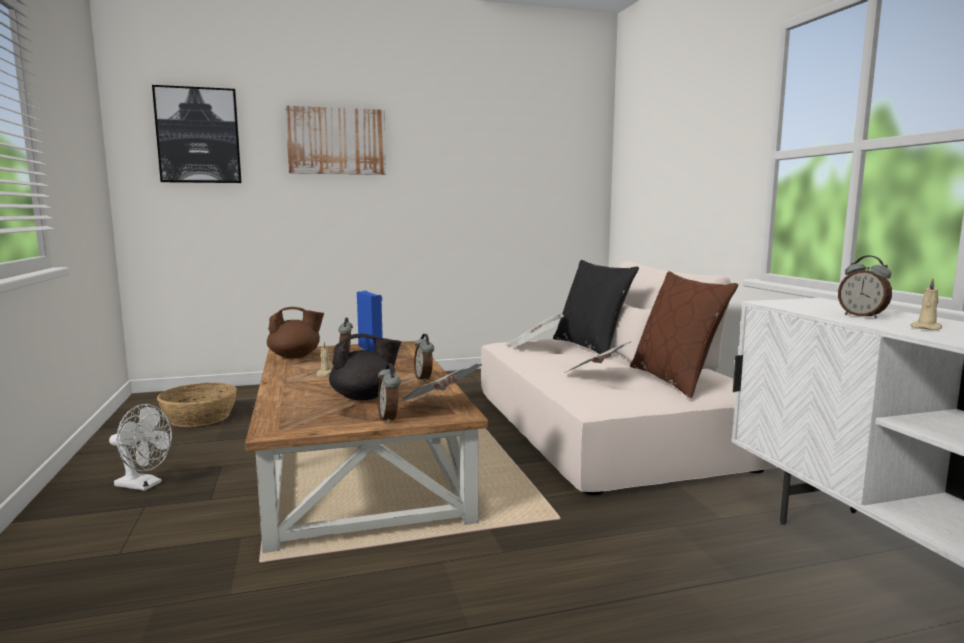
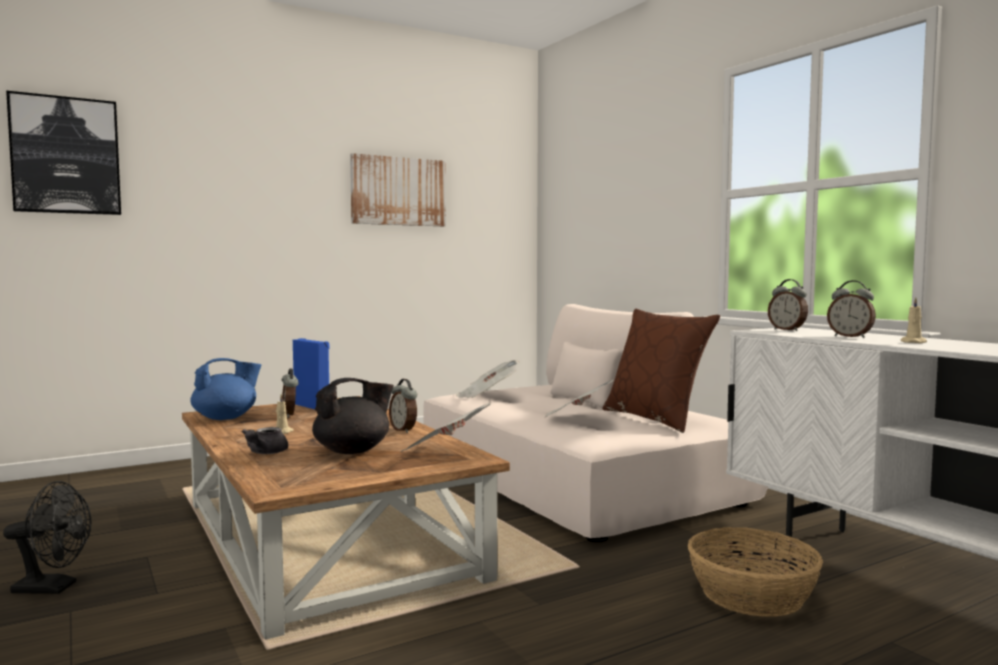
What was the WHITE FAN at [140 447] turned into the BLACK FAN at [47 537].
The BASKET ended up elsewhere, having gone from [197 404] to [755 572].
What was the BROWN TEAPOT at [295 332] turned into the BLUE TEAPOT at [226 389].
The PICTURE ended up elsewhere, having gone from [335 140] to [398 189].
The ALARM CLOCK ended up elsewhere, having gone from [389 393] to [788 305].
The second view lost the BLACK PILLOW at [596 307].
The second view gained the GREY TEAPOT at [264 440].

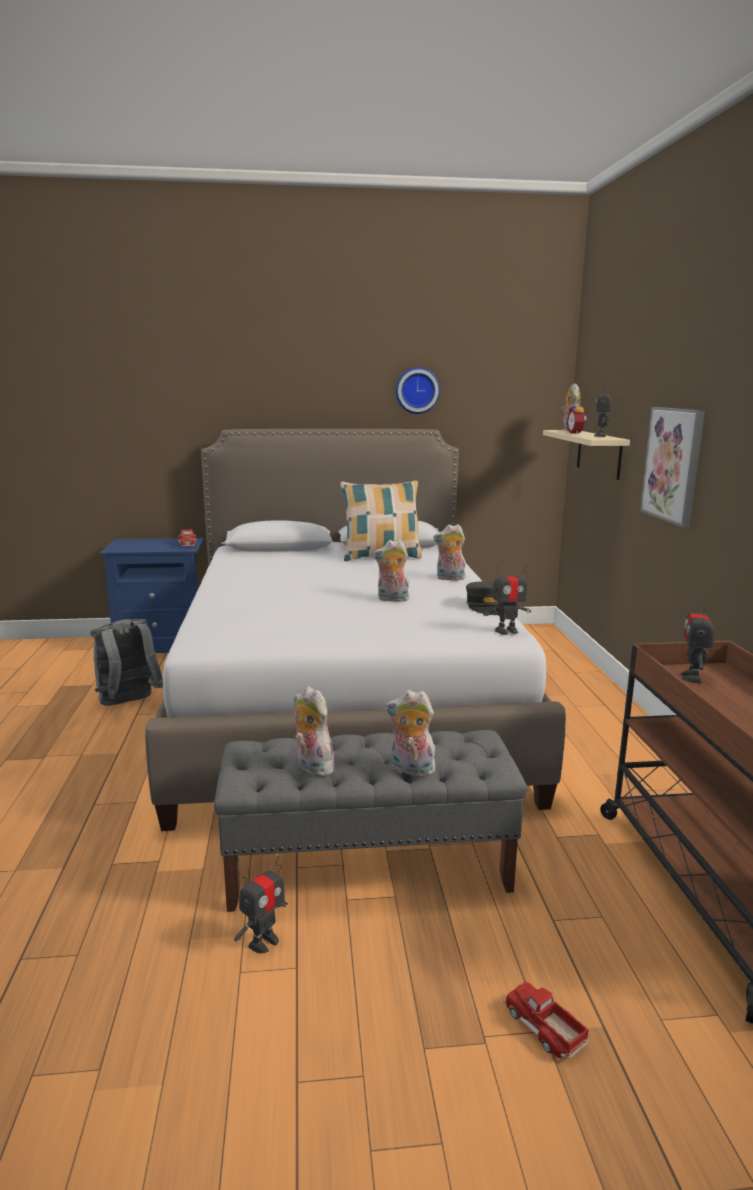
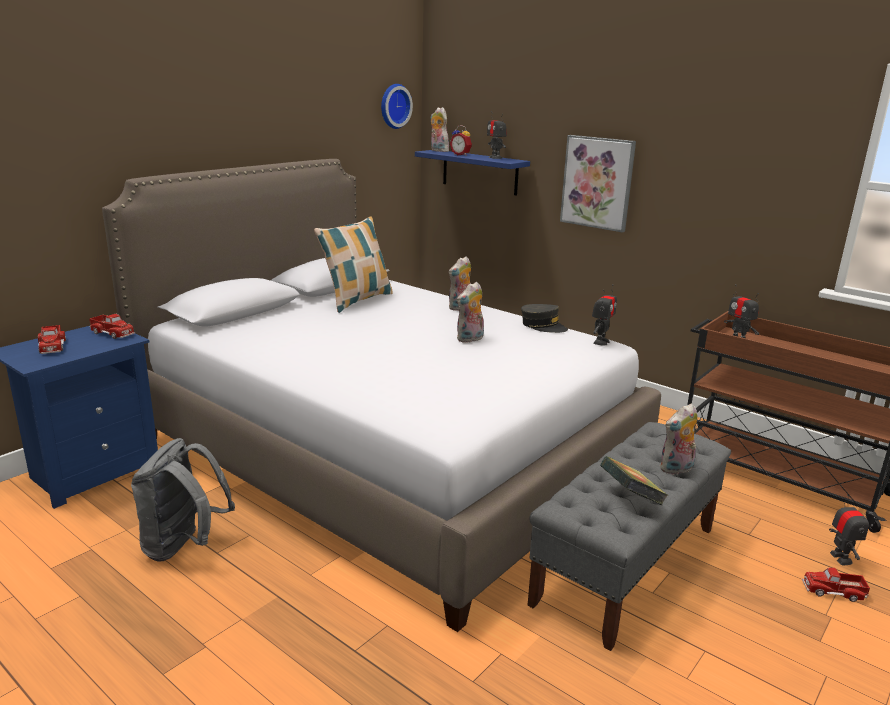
The TOY ROBOT ended up elsewhere, having gone from [261 905] to [849 530].
Where the PLUSH TOY stood at [314 731], the BOOK came to stand at [634 480].
The WALL CLOCK ended up elsewhere, having gone from [417 390] to [397 106].
What was the BEIGE SHELF at [586 455] turned into the BLUE SHELF at [472 173].
The second view gained the TOY TRUCK at [52 339].

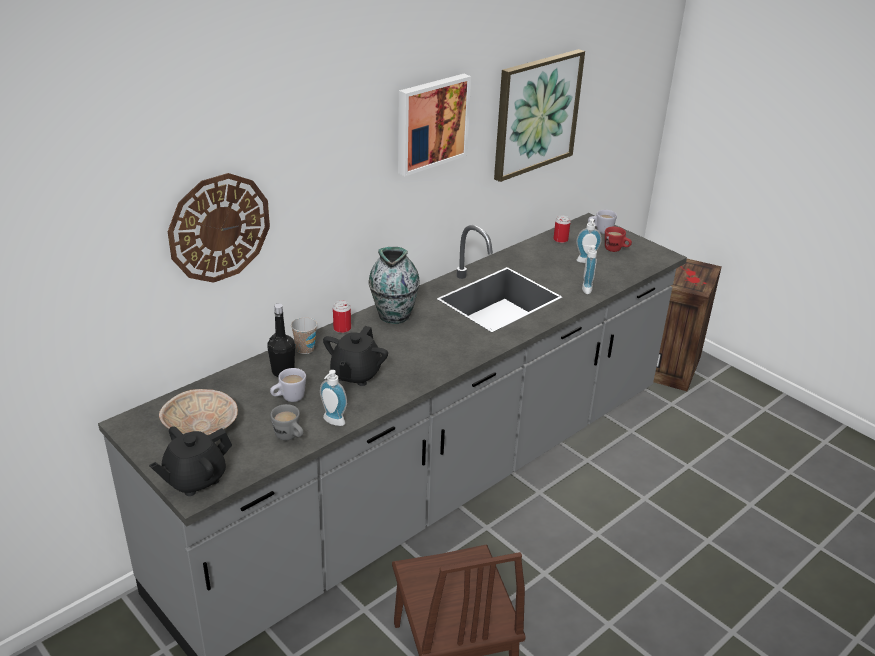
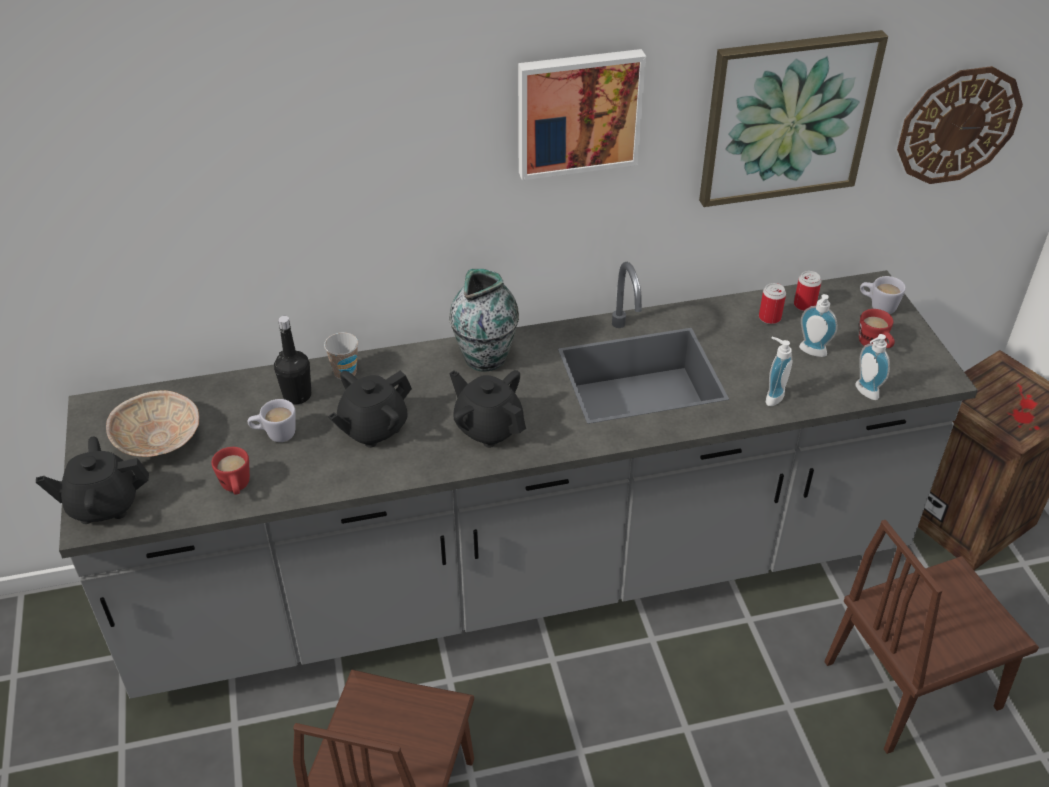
The WALL CLOCK ended up elsewhere, having gone from [219 228] to [960 125].
What was the GREY MUG at [286 422] turned into the RED MUG at [230 471].
The SOAP DISPENSER ended up elsewhere, having gone from [333 398] to [872 367].
The CAN ended up elsewhere, having gone from [342 317] to [772 303].
The second view gained the BLACK TEAPOT at [488 409].
The second view gained the BROWN CHAIR at [932 637].

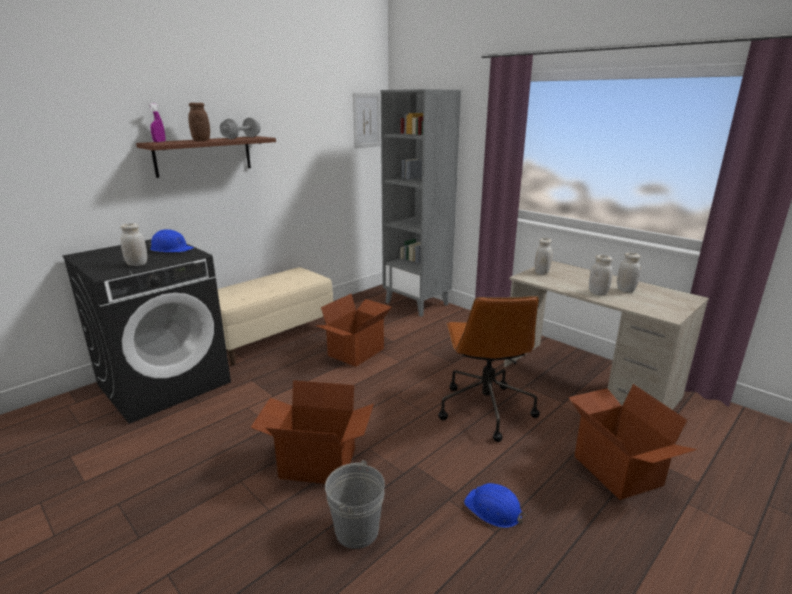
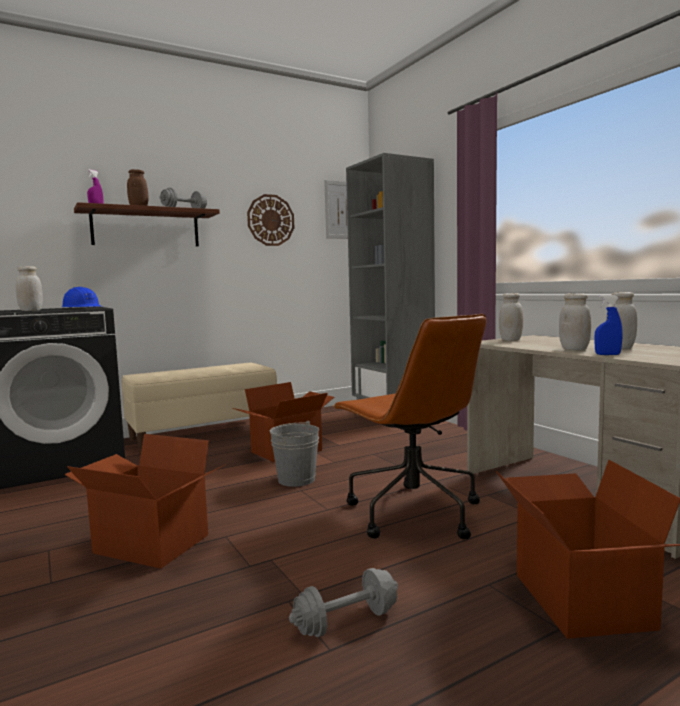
The GREY BUCKET ended up elsewhere, having gone from [355 504] to [294 454].
The BROWN OFFICE CHAIR at [489 369] ended up facing another way, 45 degrees counterclockwise from before.
Where the BLUE HARD HAT stood at [495 505], the GREY DUMBBELL came to stand at [343 602].
The second view gained the WALL CLOCK at [271 220].
The second view gained the BLUE SPRAY BOTTLE at [608 325].

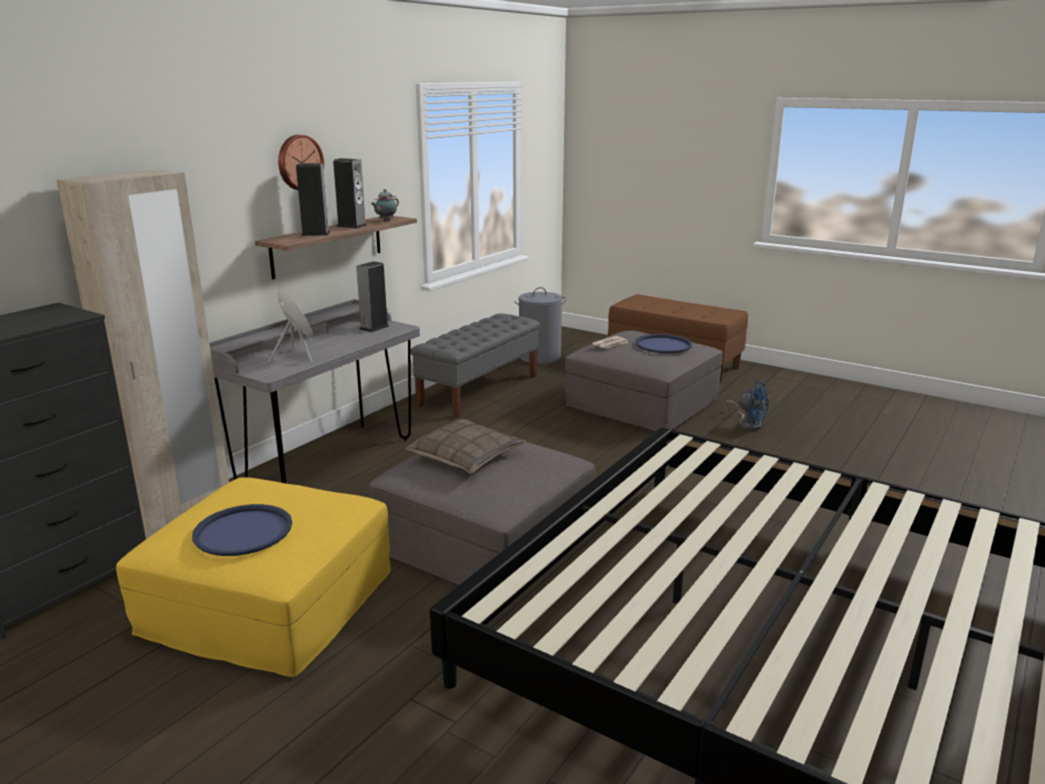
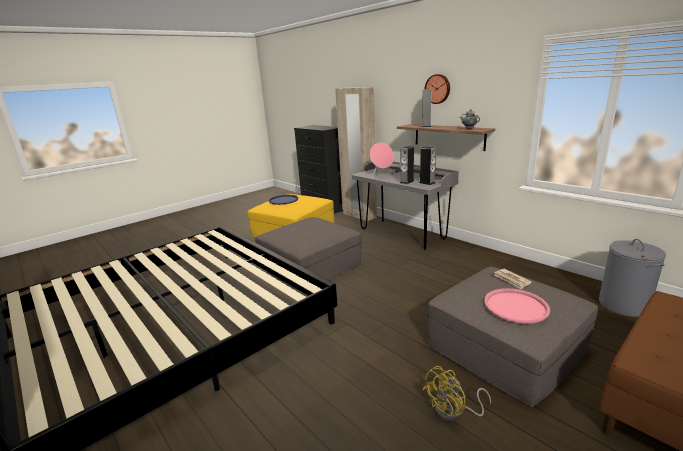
The SPEAKER ended up elsewhere, having gone from [350 193] to [407 165].
The second view lost the PILLOW at [465 446].
The second view lost the GREY BENCH at [475 365].
What was the BLUE TRAY at [663 343] turned into the PINK TRAY at [517 306].
What was the BLUE FAN at [746 406] turned into the YELLOW FAN at [456 393].

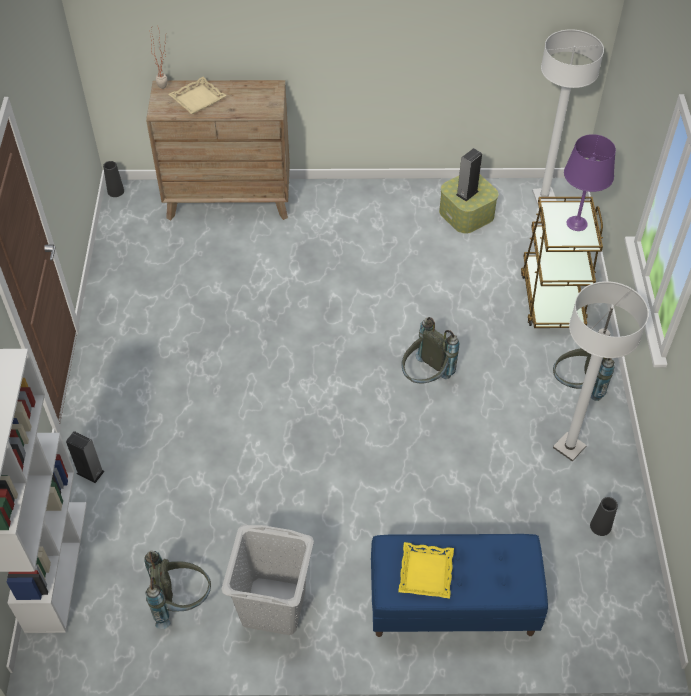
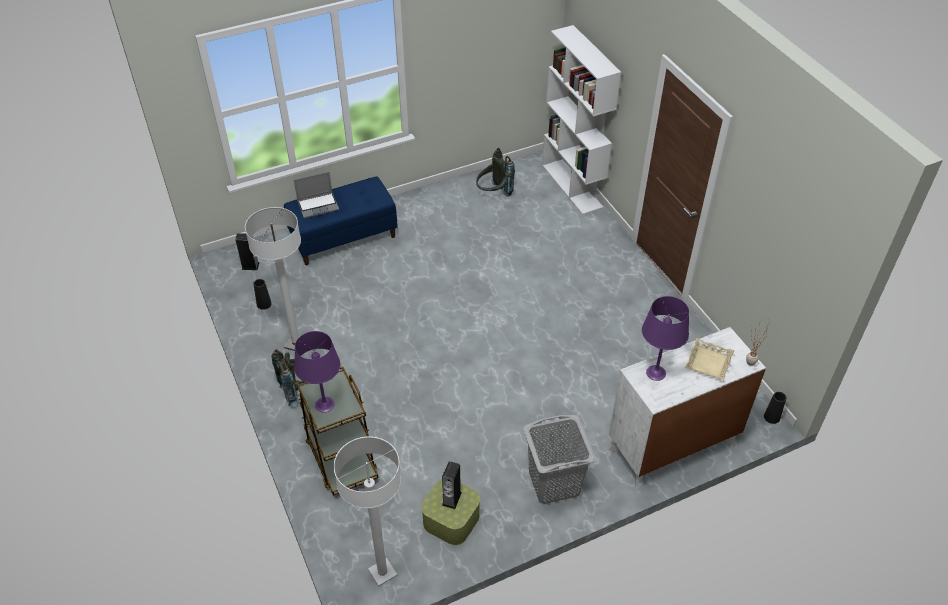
The SPEAKER ended up elsewhere, having gone from [85 457] to [247 251].
What was the BROWN DRESSER at [218 150] turned into the WHITE DRESSER at [687 408].
The GREY LAUNDRY BASKET ended up elsewhere, having gone from [268 579] to [559 459].
The second view lost the YELLOW TRAY at [426 570].
The second view lost the GREY BACKPACK at [430 350].
The second view gained the LAPTOP at [316 195].
The second view gained the PURPLE TABLE LAMP at [665 338].

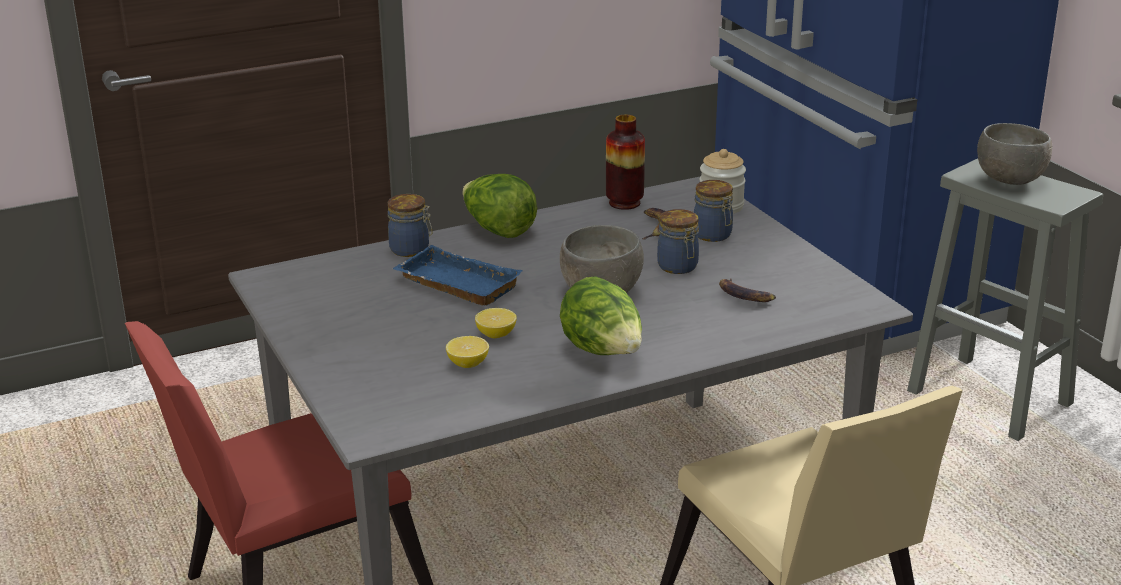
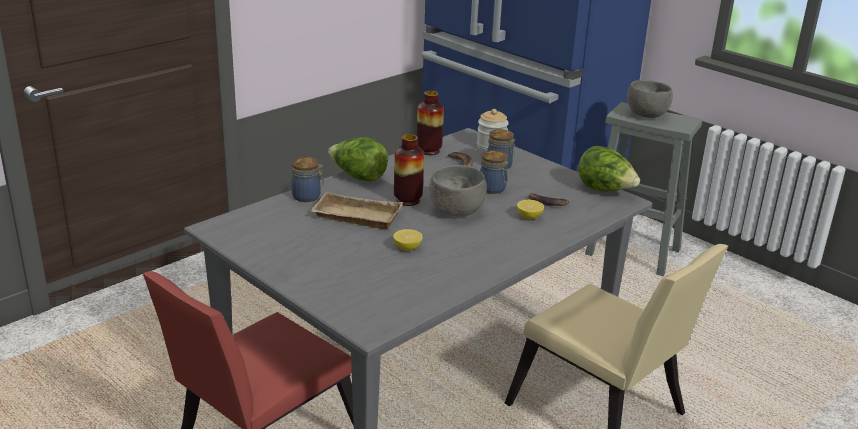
What was the BLUE TRAY at [457 275] turned into the BEIGE TRAY at [356 210].
The LEMON ended up elsewhere, having gone from [467 352] to [530 209].
The LETTUCE ended up elsewhere, having gone from [601 315] to [609 168].
The second view gained the VASE at [409 170].

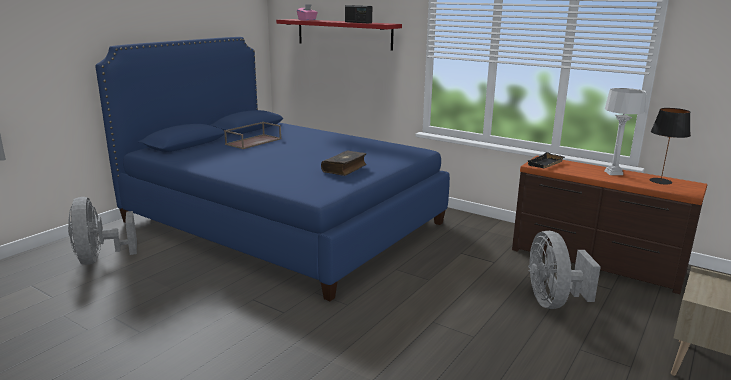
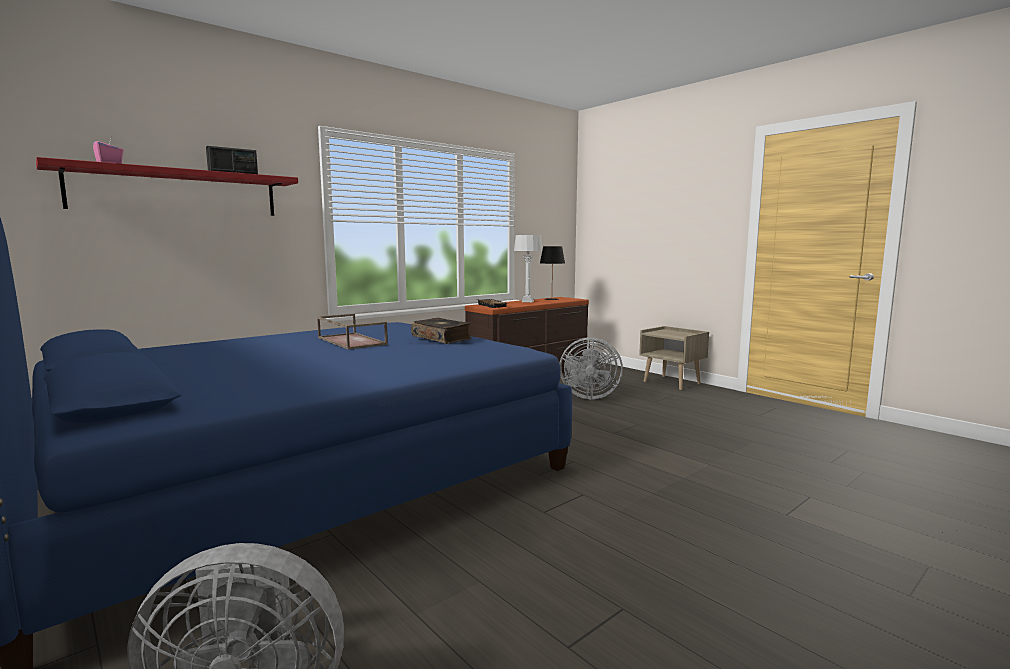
The BROWN TRAY ended up elsewhere, having gone from [252 135] to [352 332].

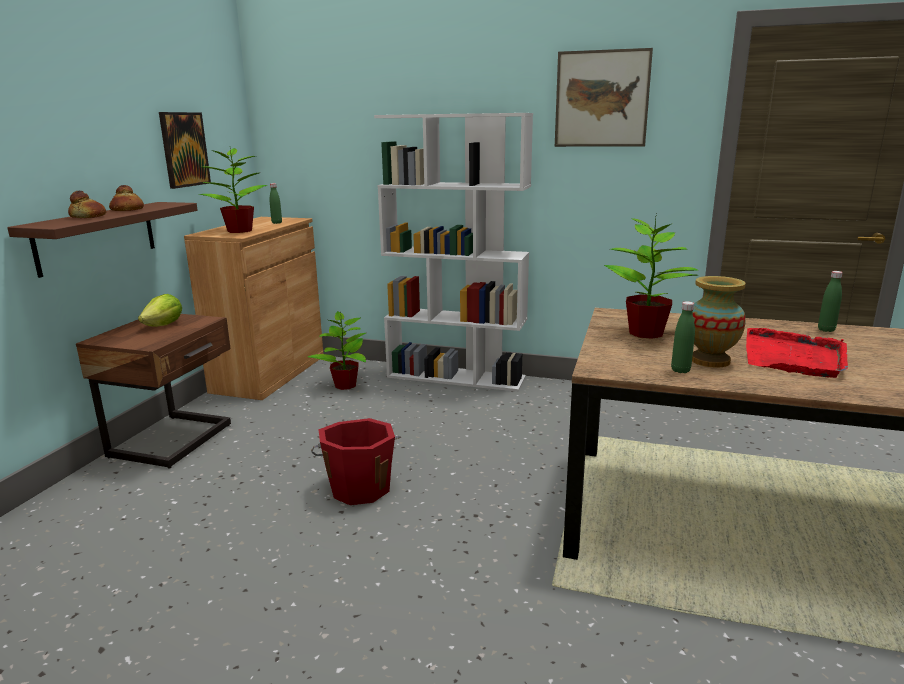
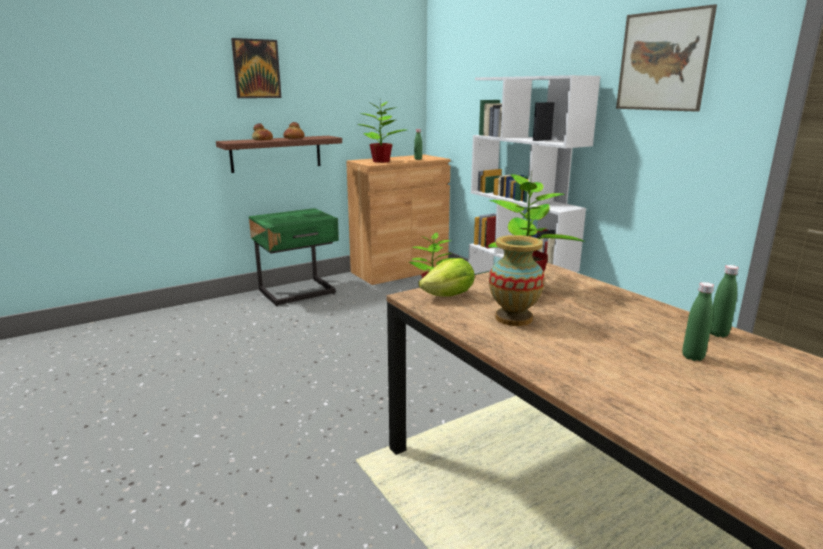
What was the BROWN NIGHTSTAND at [153 391] turned into the GREEN NIGHTSTAND at [294 257].
The LETTUCE ended up elsewhere, having gone from [160 310] to [447 277].
The PICTURE ended up elsewhere, having gone from [185 150] to [256 68].
The second view lost the RED BUCKET at [356 461].
The GREEN BOTTLE ended up elsewhere, having gone from [683 337] to [698 321].
The second view lost the RED TRAY at [797 353].

